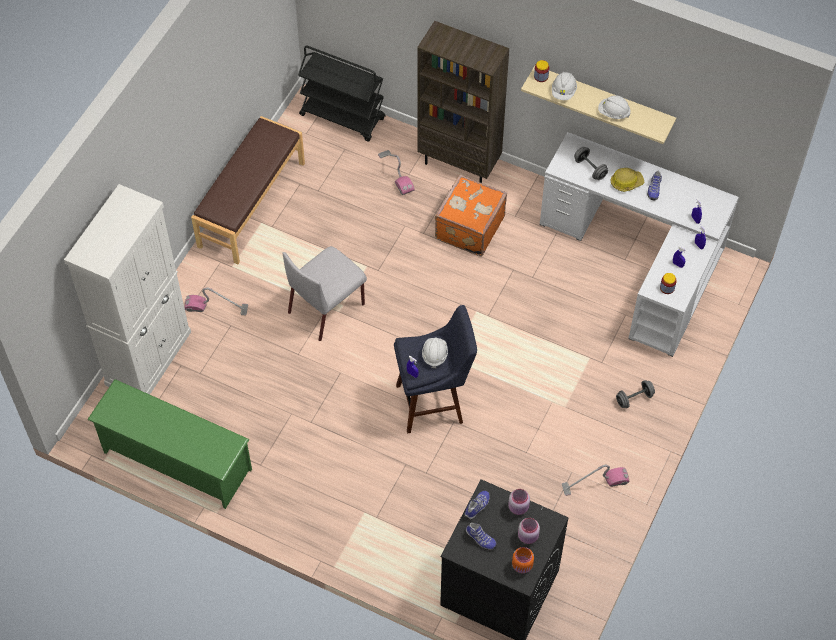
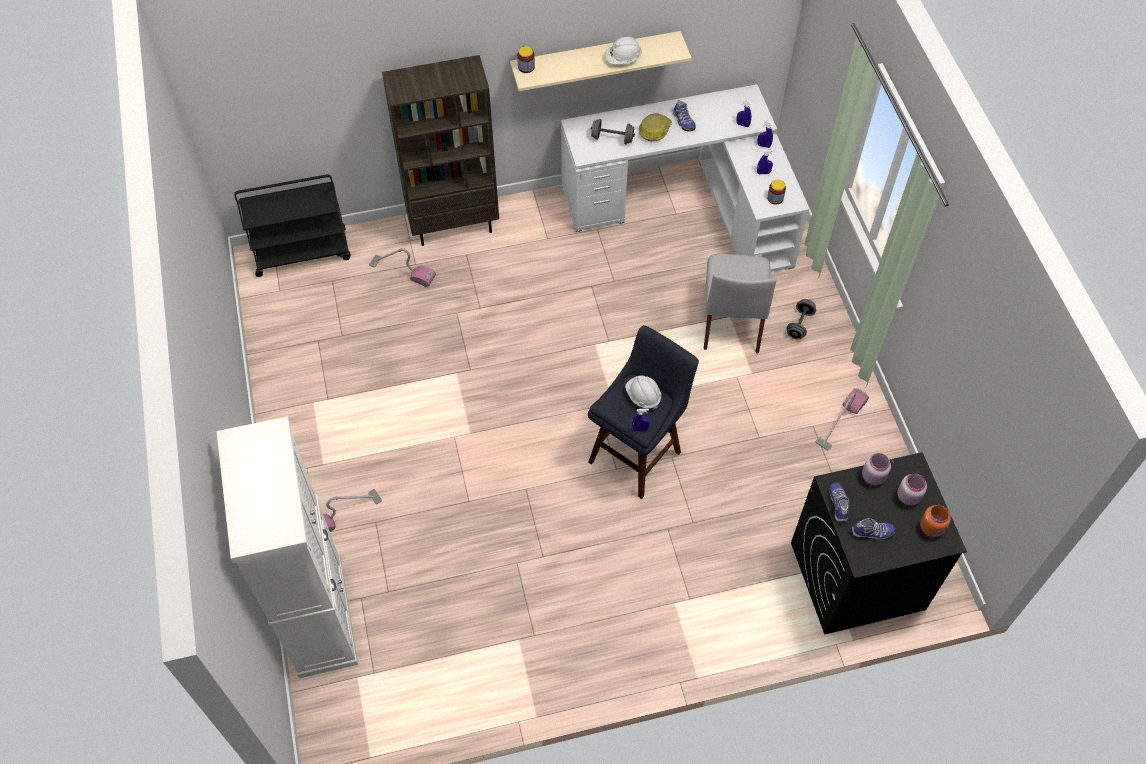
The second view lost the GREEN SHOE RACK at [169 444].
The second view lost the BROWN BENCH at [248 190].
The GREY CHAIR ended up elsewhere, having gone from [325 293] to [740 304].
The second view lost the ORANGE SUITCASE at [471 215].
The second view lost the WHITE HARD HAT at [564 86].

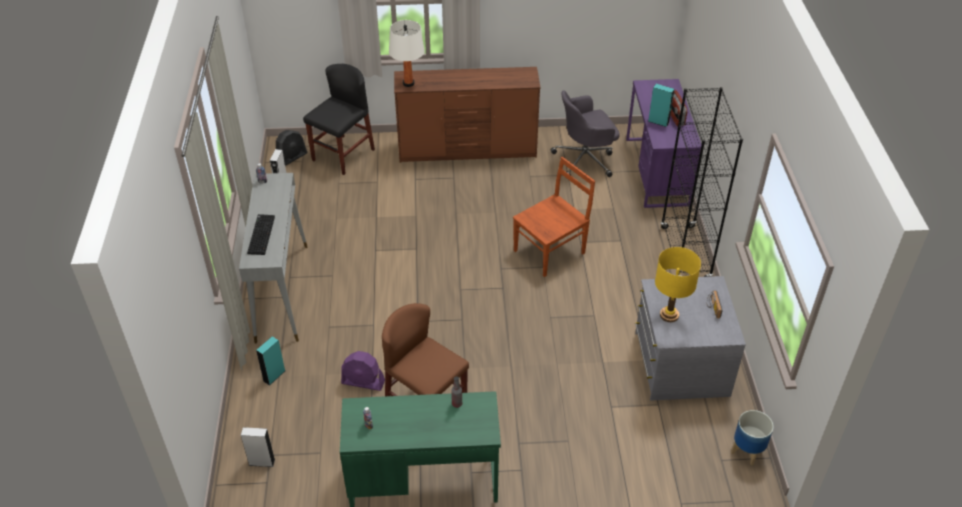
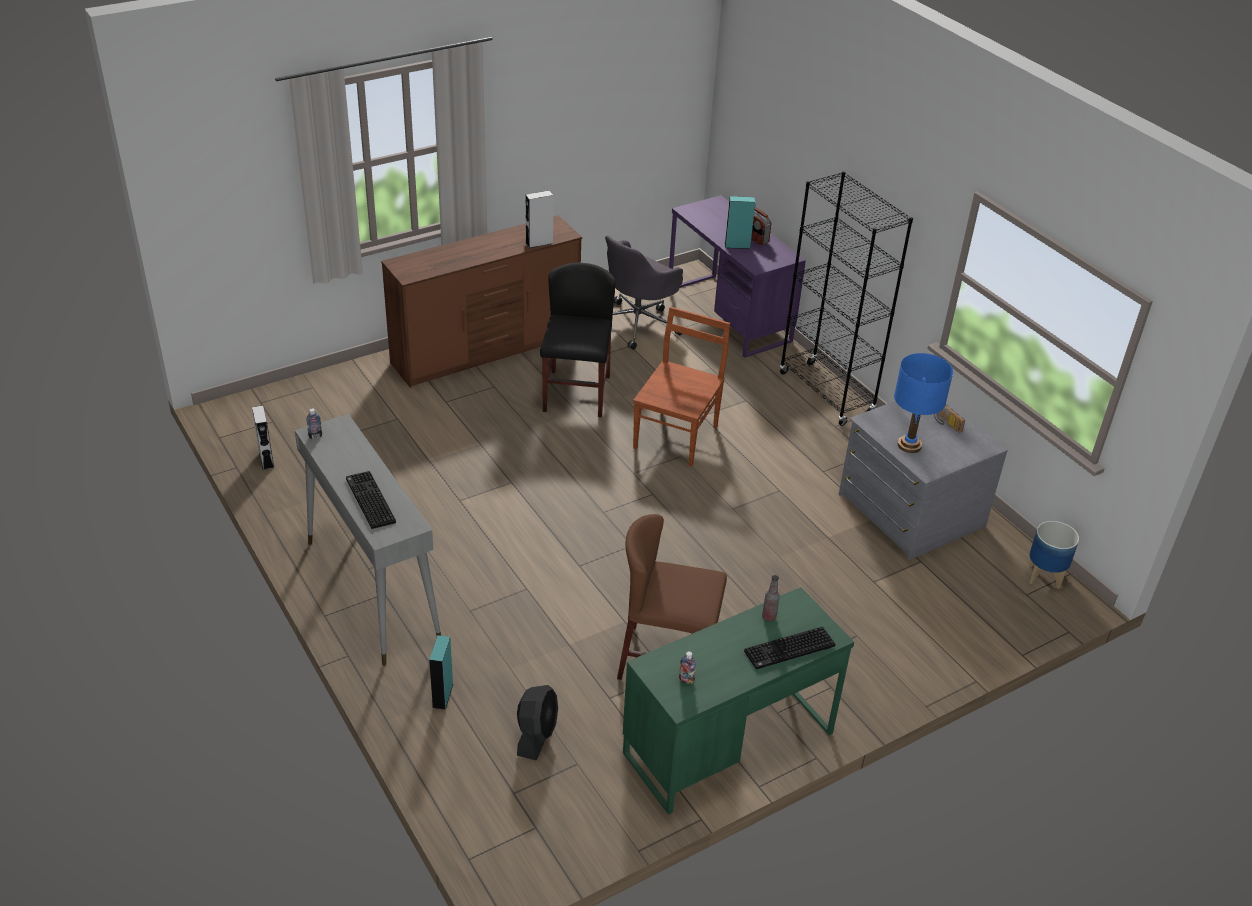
The GREY SPEAKER ended up elsewhere, having gone from [258 447] to [539 219].
The BLACK FAN ended up elsewhere, having gone from [291 148] to [537 722].
The BLACK CHAIR ended up elsewhere, having gone from [339 119] to [577 340].
The second view lost the PURPLE FAN at [363 371].
The second view lost the WHITE TABLE LAMP at [407 53].
What was the YELLOW TABLE LAMP at [678 284] turned into the BLUE TABLE LAMP at [923 403].
The second view gained the KEYBOARD at [789 648].

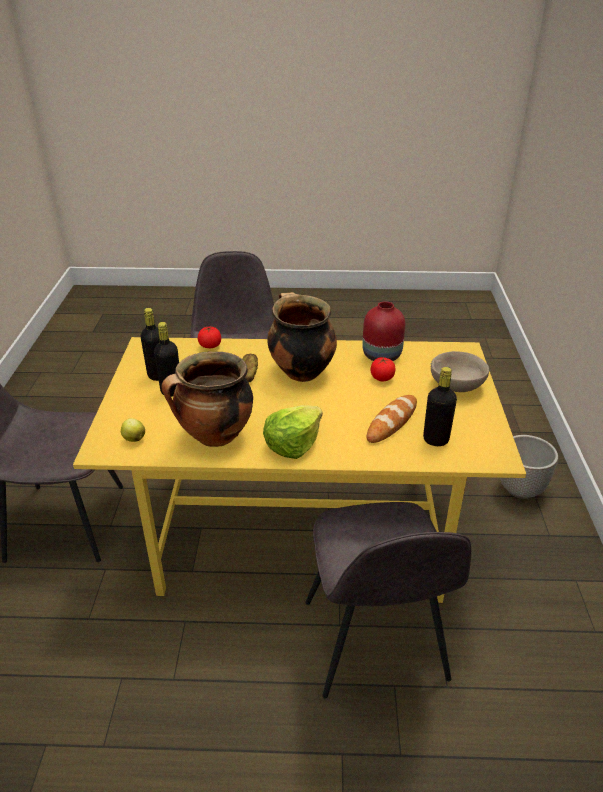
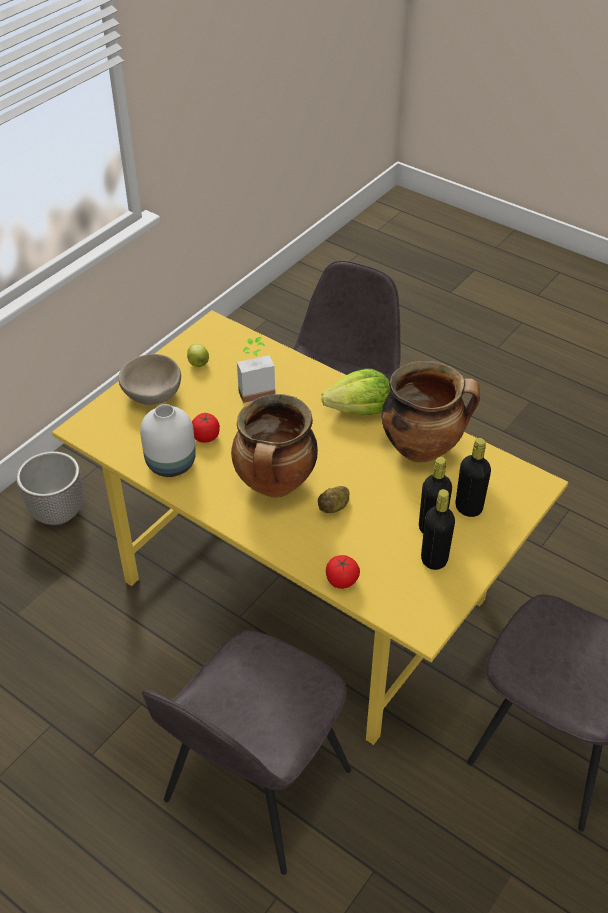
The APPLE ended up elsewhere, having gone from [133 430] to [198 355].
What was the RED VASE at [383 331] turned into the WHITE VASE at [168 440].
Where the BREAD stood at [392 419], the POTTED PLANT came to stand at [256 370].
The BLACK BOTTLE ended up elsewhere, having gone from [440 406] to [473 477].

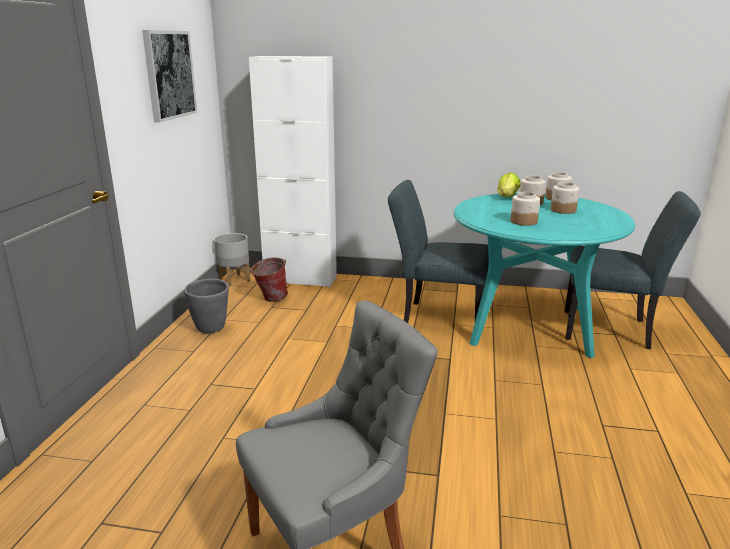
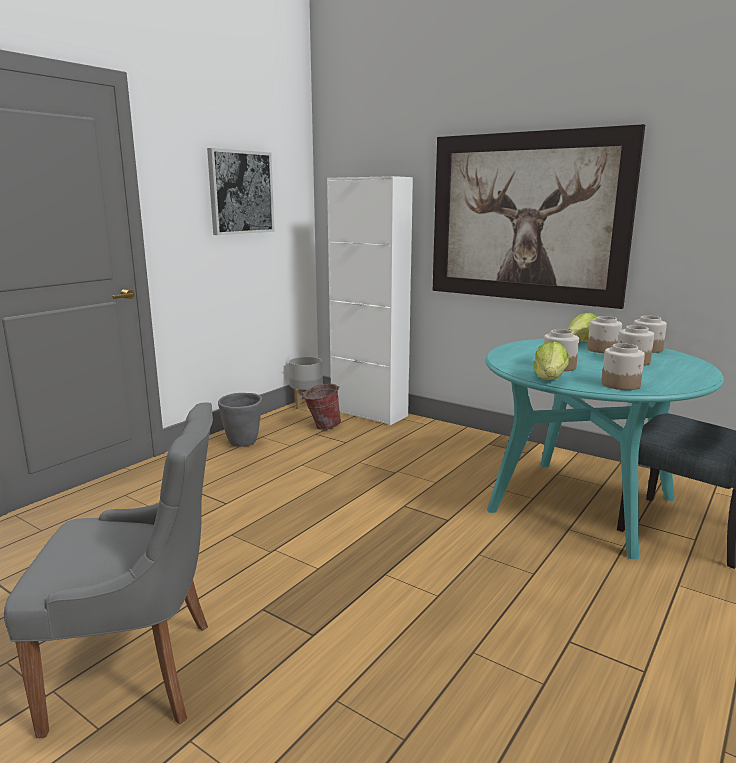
The second view lost the GREY CHAIR at [438 251].
The second view gained the PICTURE at [539 216].
The second view gained the LETTUCE at [551 360].
The second view gained the JAR at [623 366].

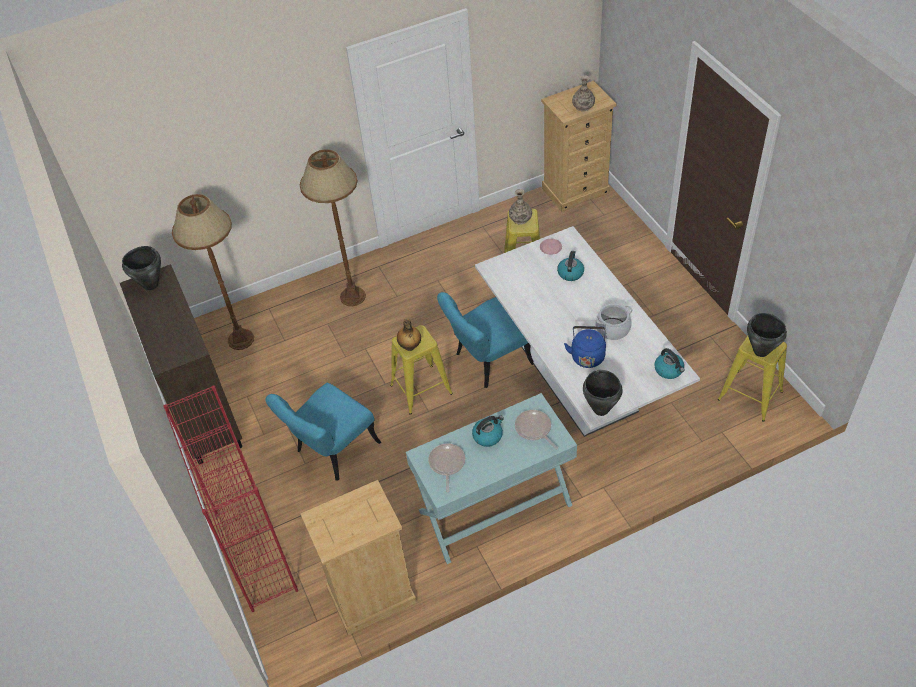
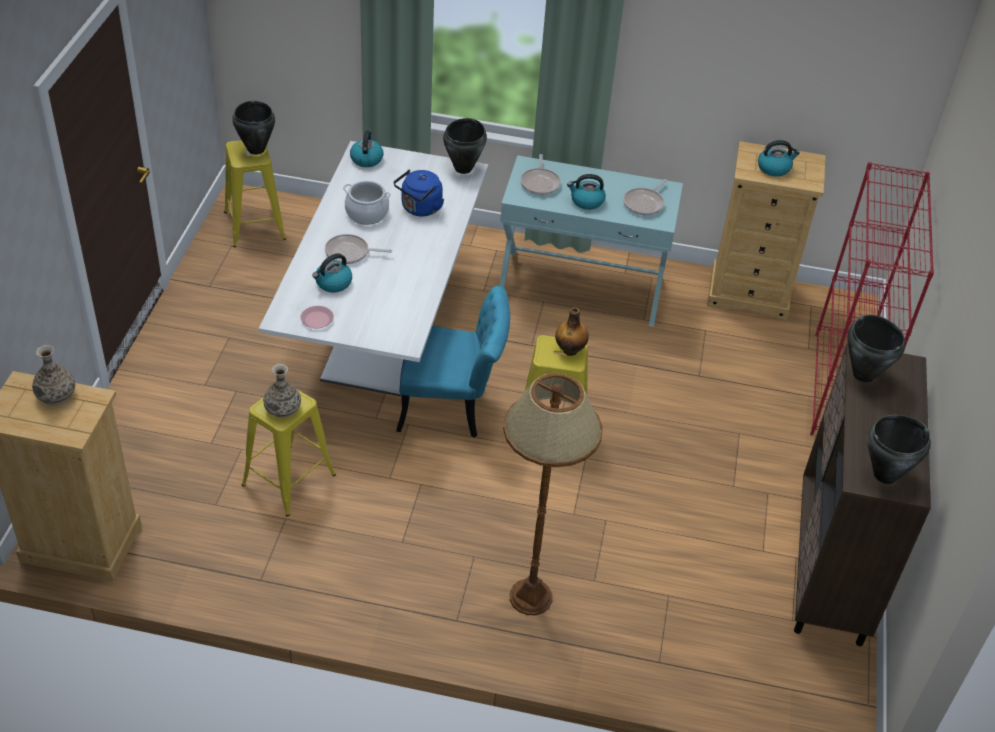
The second view lost the BROWN FLOOR LAMP at [213 272].
The second view lost the TURQUOISE CHAIR at [323 431].
The second view gained the FRYING PAN at [358 249].
The second view gained the KETTLE at [779 158].
The second view gained the BLACK COOKING POT at [876 349].

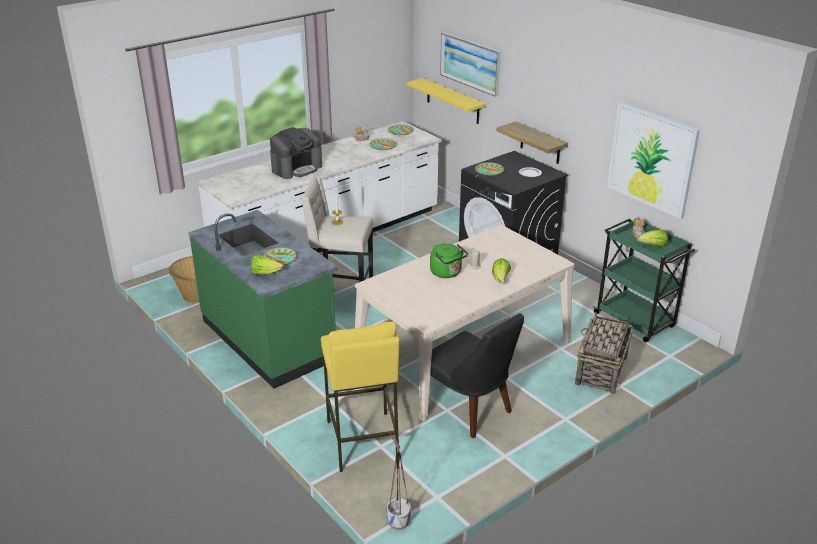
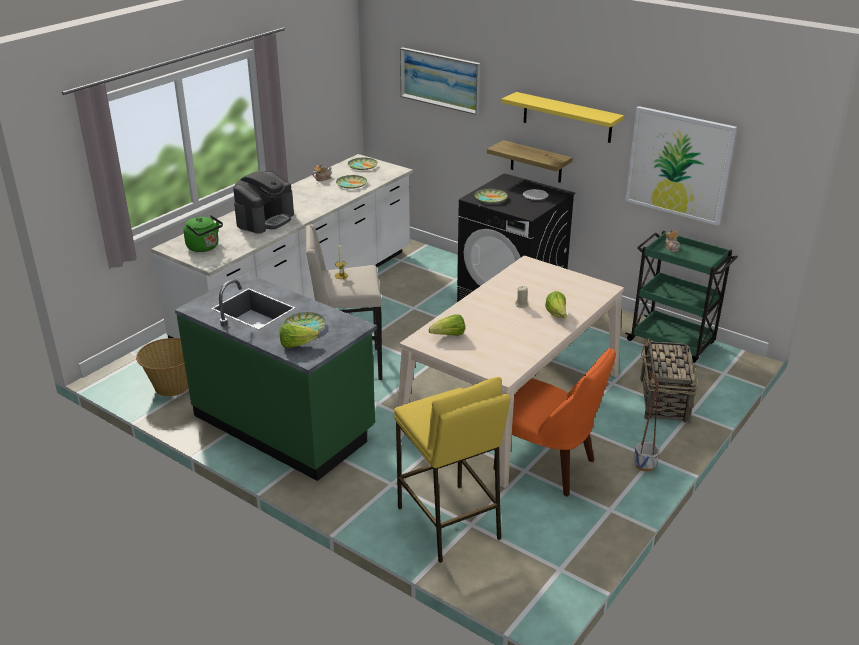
The PLANTER ended up elsewhere, having gone from [398 481] to [646 421].
The YELLOW SHELF ended up elsewhere, having gone from [446 101] to [562 117].
The GREEN KETTLE ended up elsewhere, having gone from [449 260] to [203 233].
What was the BLACK CHAIR at [477 375] turned into the ORANGE CHAIR at [554 422].
The LETTUCE ended up elsewhere, having gone from [652 238] to [446 325].

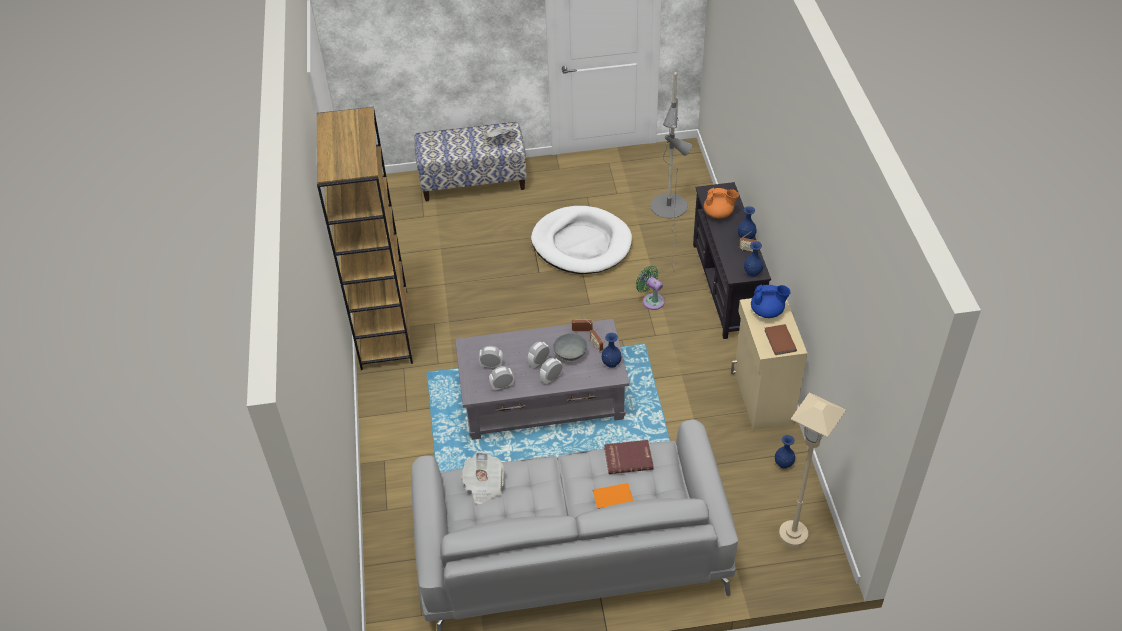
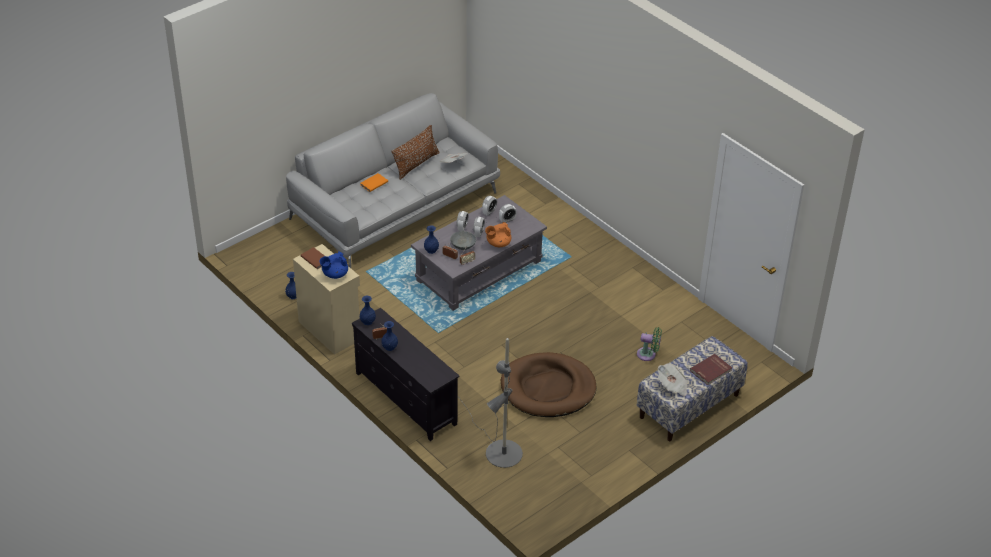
The second view lost the BROWN BOOKCASE at [365 238].
What was the WHITE DOG BED at [581 240] turned into the BROWN DOG BED at [548 384].
The RED BOOK ended up elsewhere, having gone from [629 457] to [711 369].
The GREEN FAN ended up elsewhere, having gone from [650 288] to [649 344].
The ORANGE TEAPOT ended up elsewhere, having gone from [721 203] to [498 234].
The second view lost the BEIGE FLOOR LAMP at [812 469].
The second view gained the BROWN PILLOW at [415 152].

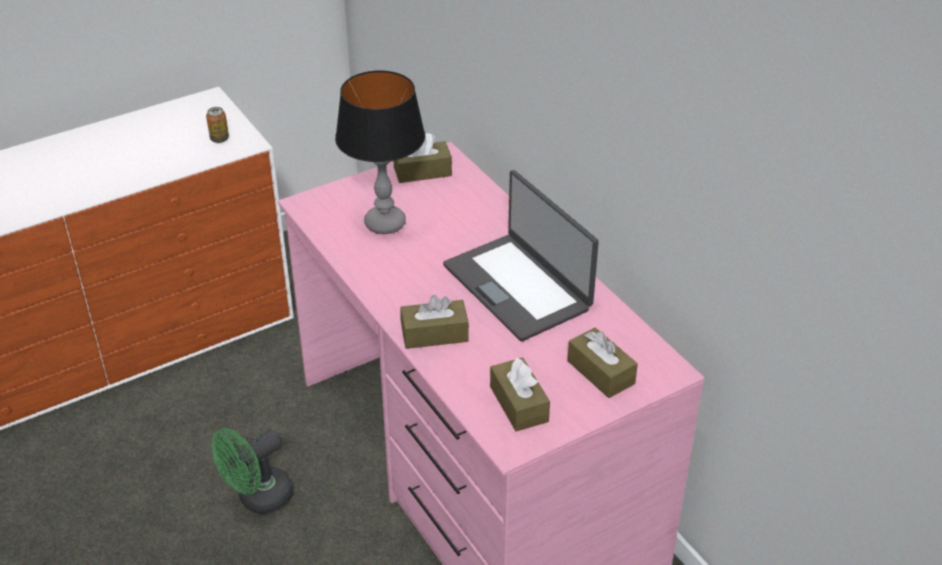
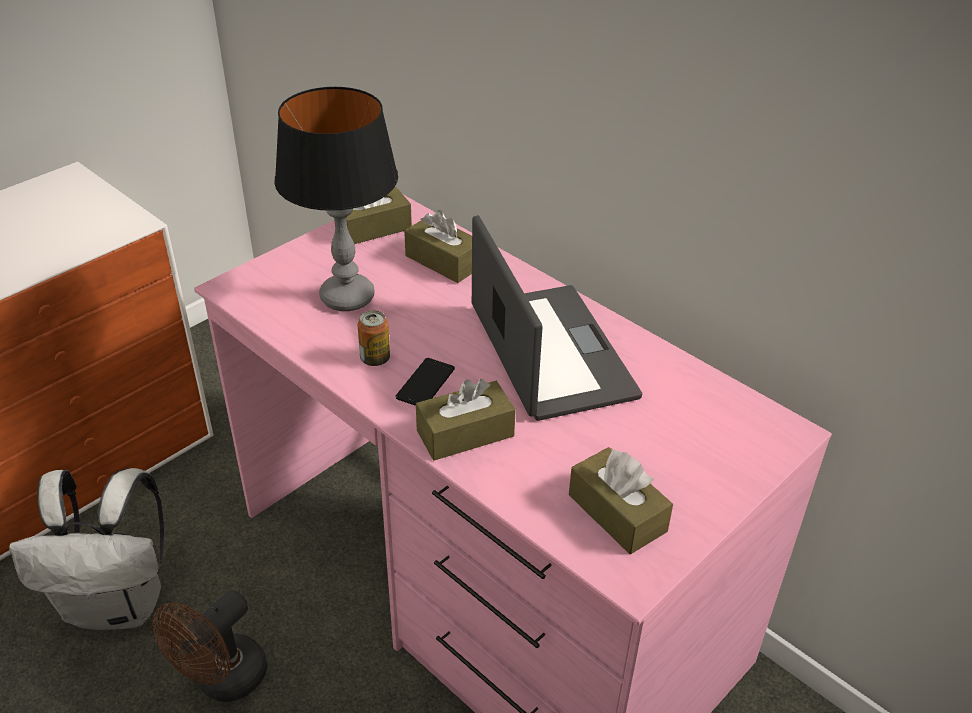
The CAN ended up elsewhere, having gone from [217 125] to [374 338].
What was the GREEN FAN at [252 471] turned into the BROWN FAN at [209 646].
The LAPTOP at [521 256] ended up facing another way, 150 degrees counterclockwise from before.
The BROWN TISSUE BOX ended up elsewhere, having gone from [602 363] to [438 246].
The second view gained the WHITE BACKPACK at [86 549].
The second view gained the PHONE at [425 382].

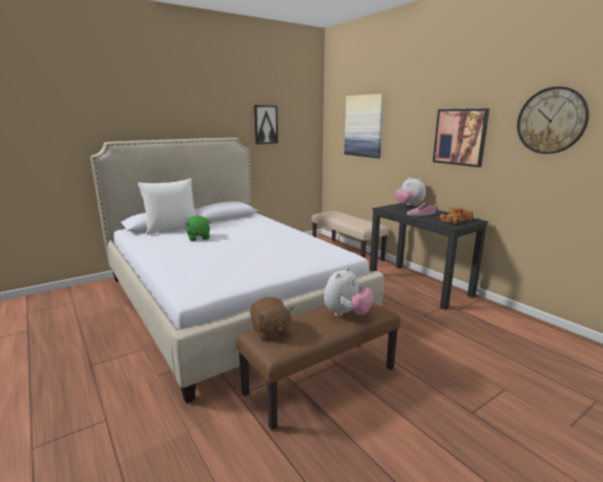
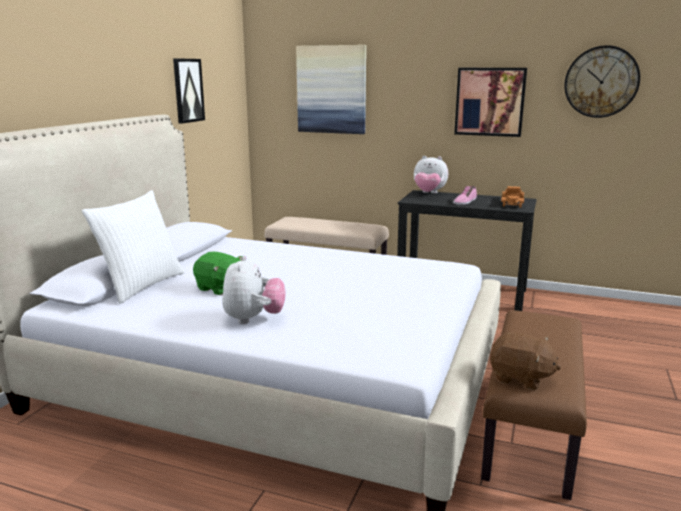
The PLUSH TOY ended up elsewhere, having gone from [349 291] to [253 289].

